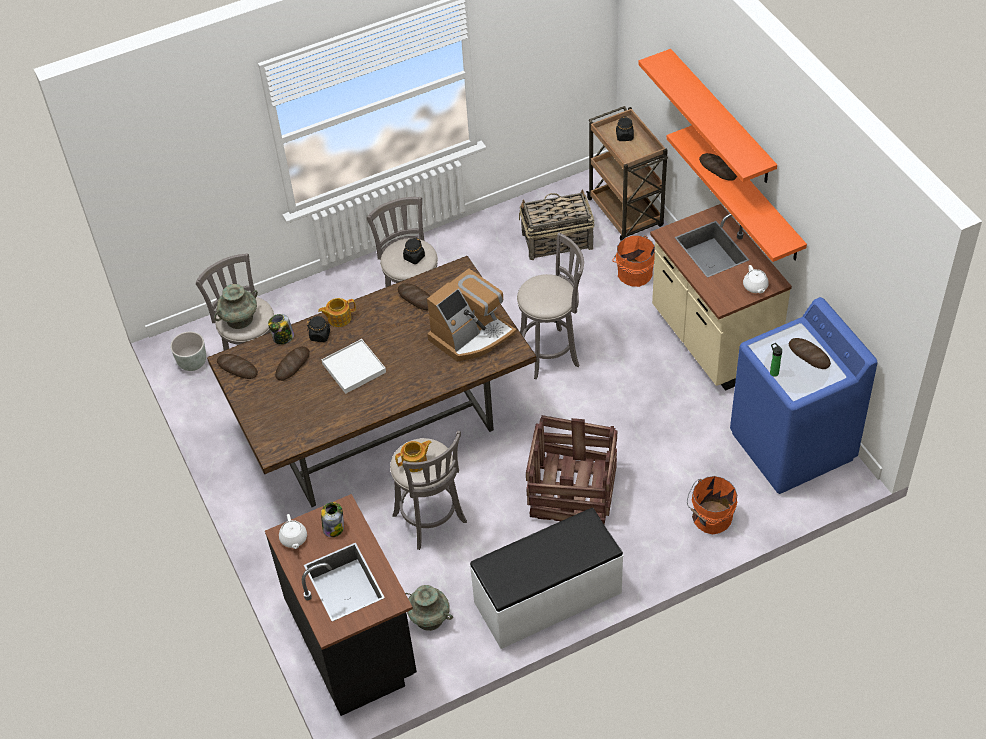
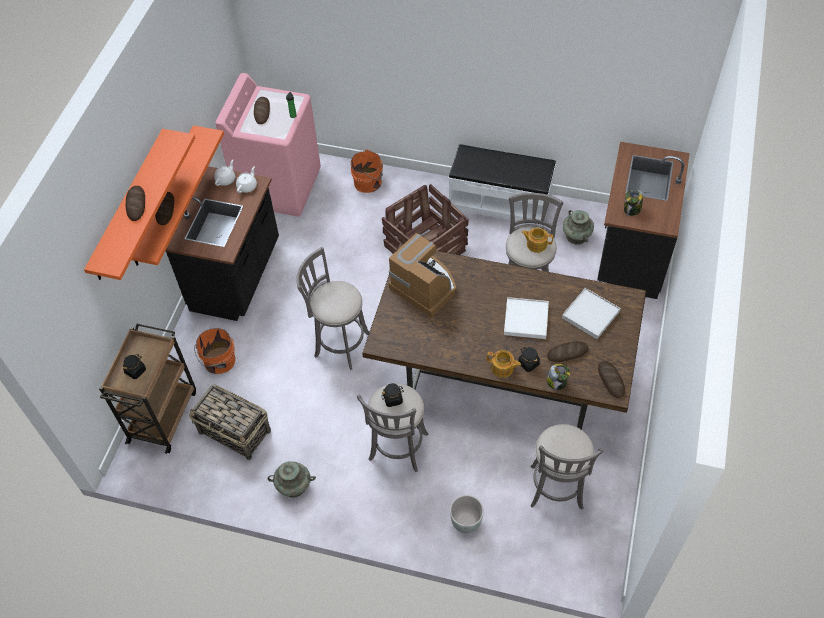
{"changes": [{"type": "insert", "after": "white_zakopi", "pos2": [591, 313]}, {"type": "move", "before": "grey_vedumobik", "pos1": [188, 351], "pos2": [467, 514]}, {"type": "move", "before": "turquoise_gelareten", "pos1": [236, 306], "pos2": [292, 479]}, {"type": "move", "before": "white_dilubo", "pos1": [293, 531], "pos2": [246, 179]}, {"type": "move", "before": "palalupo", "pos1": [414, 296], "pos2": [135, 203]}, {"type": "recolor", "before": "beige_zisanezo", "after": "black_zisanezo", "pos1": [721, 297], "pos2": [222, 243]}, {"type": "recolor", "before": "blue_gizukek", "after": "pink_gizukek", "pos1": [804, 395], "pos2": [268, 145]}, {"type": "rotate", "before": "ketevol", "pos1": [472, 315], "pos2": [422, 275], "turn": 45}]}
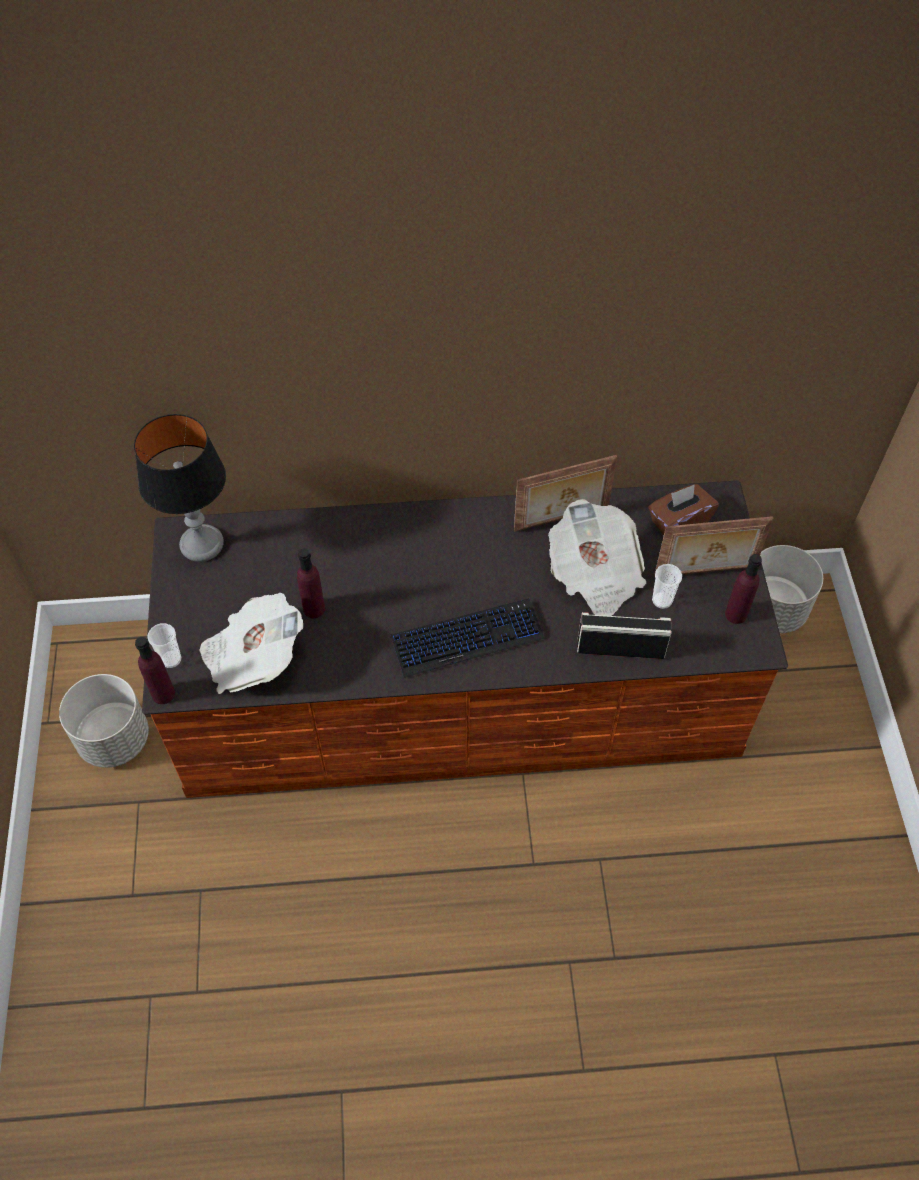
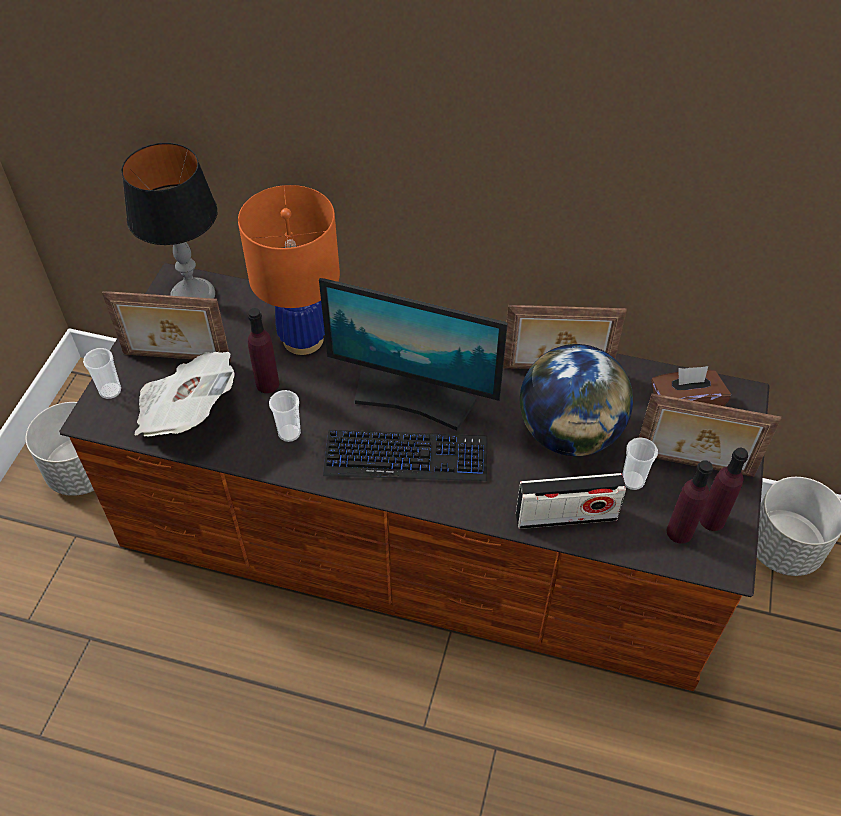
{"changes": [{"type": "insert", "after": "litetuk", "pos2": [166, 326]}, {"type": "insert", "after": "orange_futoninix", "pos2": [289, 270]}, {"type": "insert", "after": "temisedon", "pos2": [285, 416]}, {"type": "insert", "after": "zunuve", "pos2": [413, 354]}, {"type": "move", "before": "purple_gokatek", "pos1": [155, 670], "pos2": [690, 502]}, {"type": "replace", "before": "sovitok", "after": "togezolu", "pos1": [597, 557], "pos2": [576, 400]}, {"type": "rotate", "before": "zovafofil", "pos1": [624, 635], "pos2": [571, 501], "turn": 150}]}
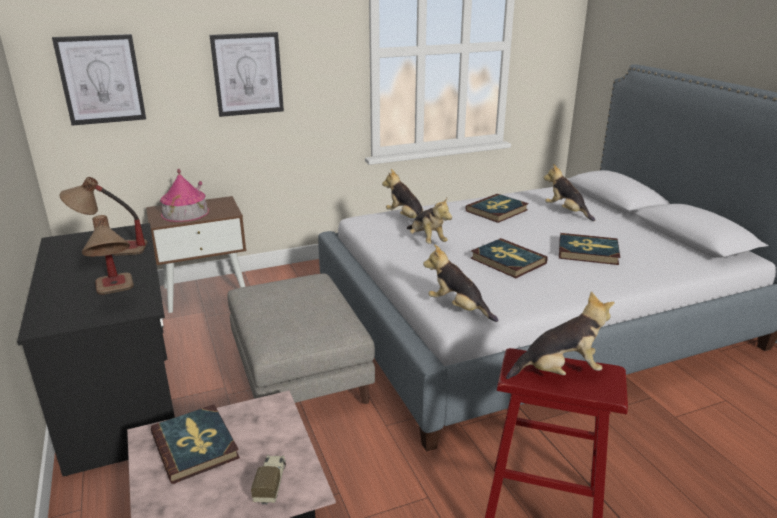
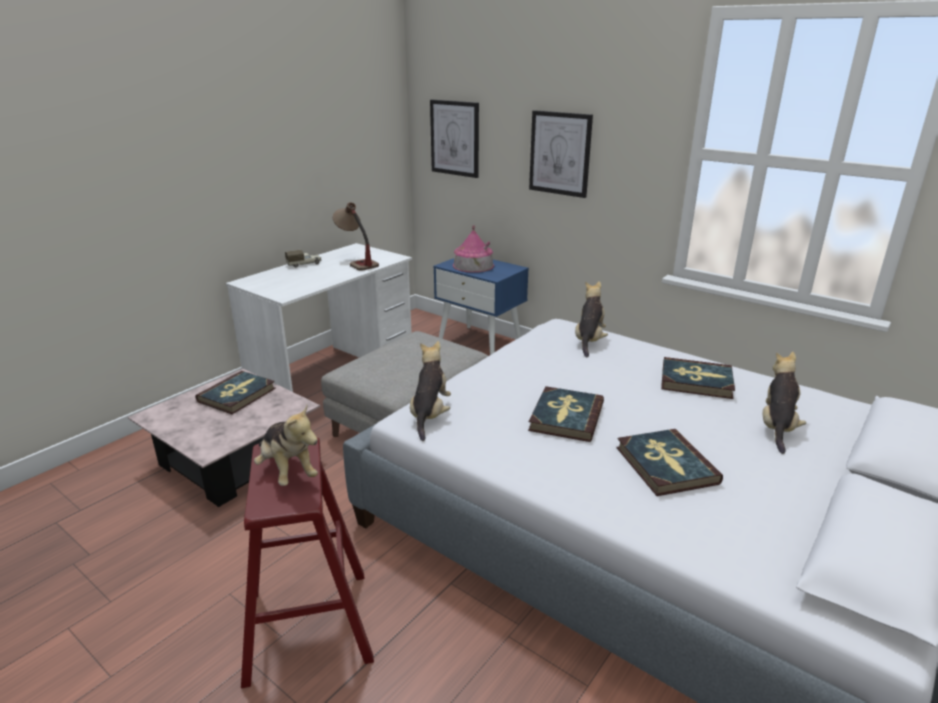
{"changes": [{"type": "delete", "before": "futoninix", "pos1": [108, 255]}, {"type": "delete", "before": "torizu", "pos1": [429, 221]}, {"type": "move", "before": "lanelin", "pos1": [268, 480], "pos2": [303, 258]}, {"type": "recolor", "before": "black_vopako", "after": "white_vopako", "pos1": [96, 349], "pos2": [319, 317]}, {"type": "recolor", "before": "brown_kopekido", "after": "blue_kopekido", "pos1": [196, 254], "pos2": [481, 306]}]}
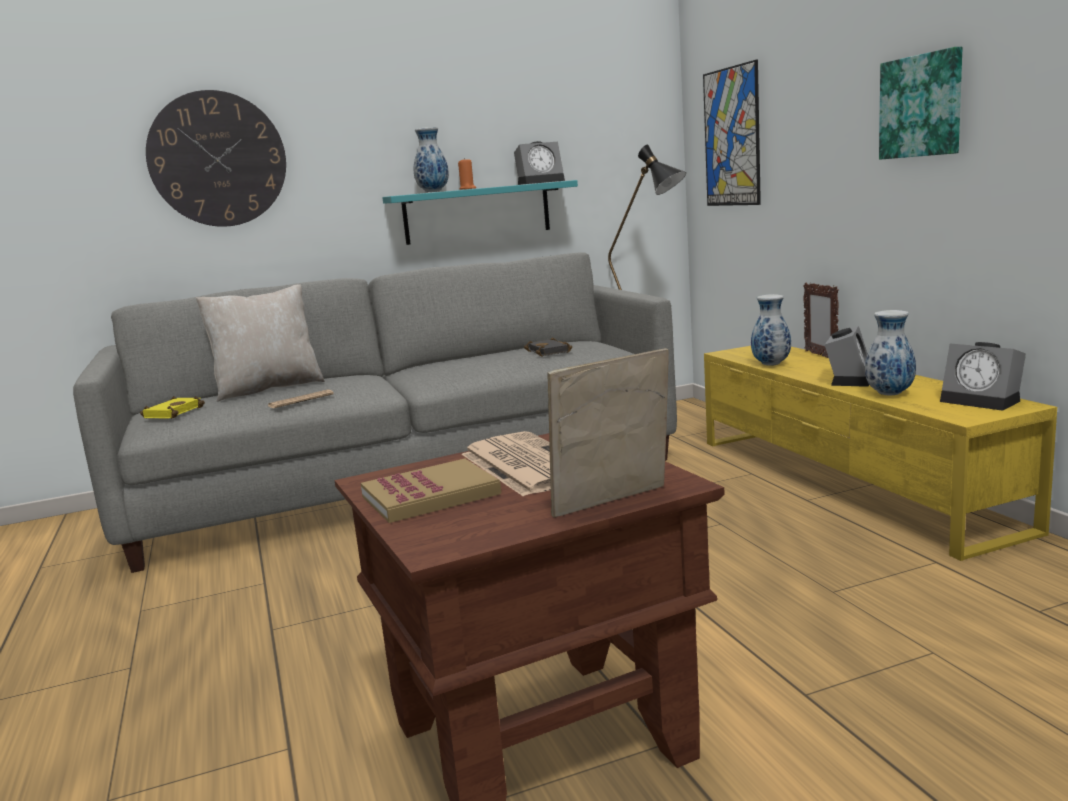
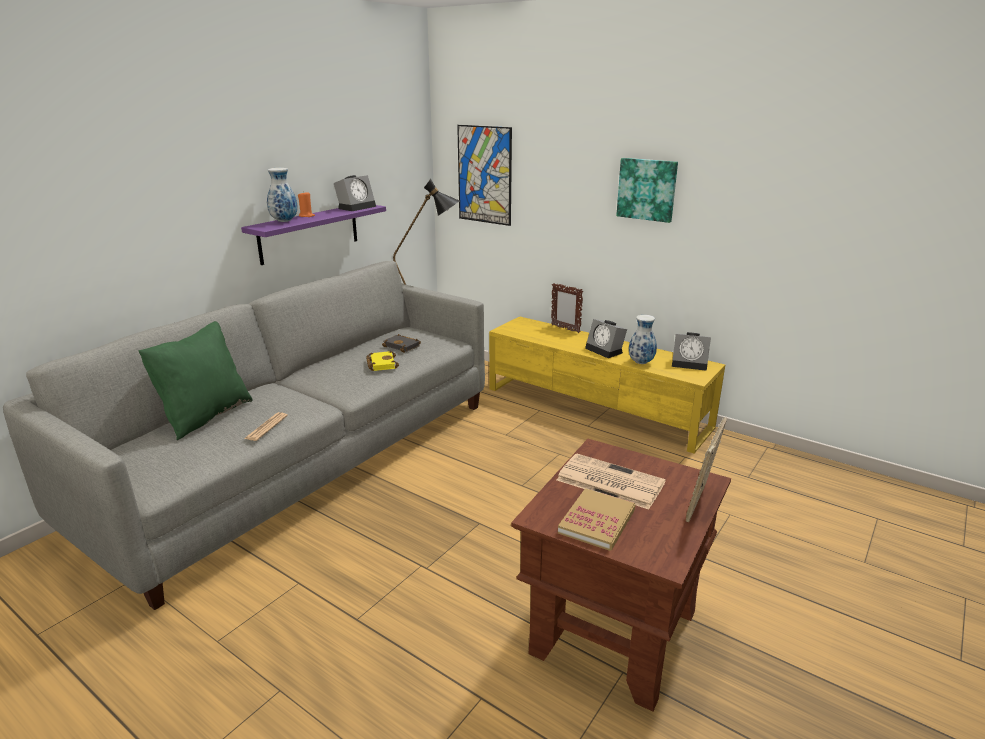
{"changes": [{"type": "delete", "before": "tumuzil", "pos1": [216, 158]}, {"type": "delete", "before": "gelareten", "pos1": [771, 330]}, {"type": "move", "before": "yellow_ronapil", "pos1": [172, 407], "pos2": [382, 361]}, {"type": "recolor", "before": "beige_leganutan", "after": "green_leganutan", "pos1": [260, 343], "pos2": [195, 380]}, {"type": "recolor", "before": "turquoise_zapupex", "after": "purple_zapupex", "pos1": [480, 212], "pos2": [313, 235]}, {"type": "rotate", "before": "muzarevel", "pos1": [847, 356], "pos2": [606, 338], "turn": 150}]}
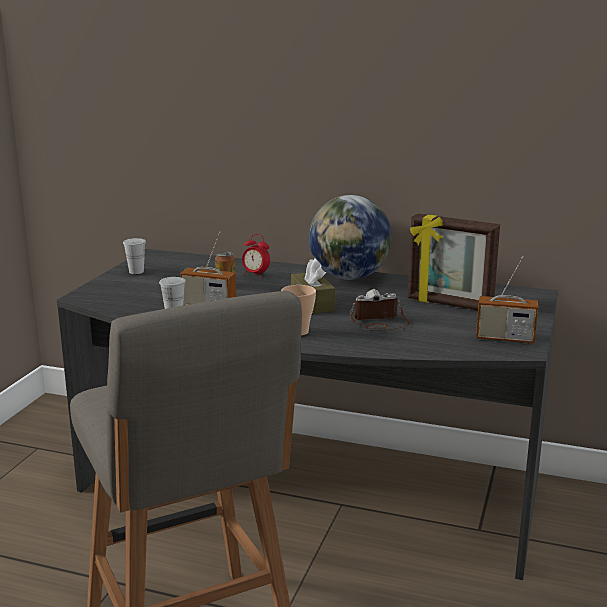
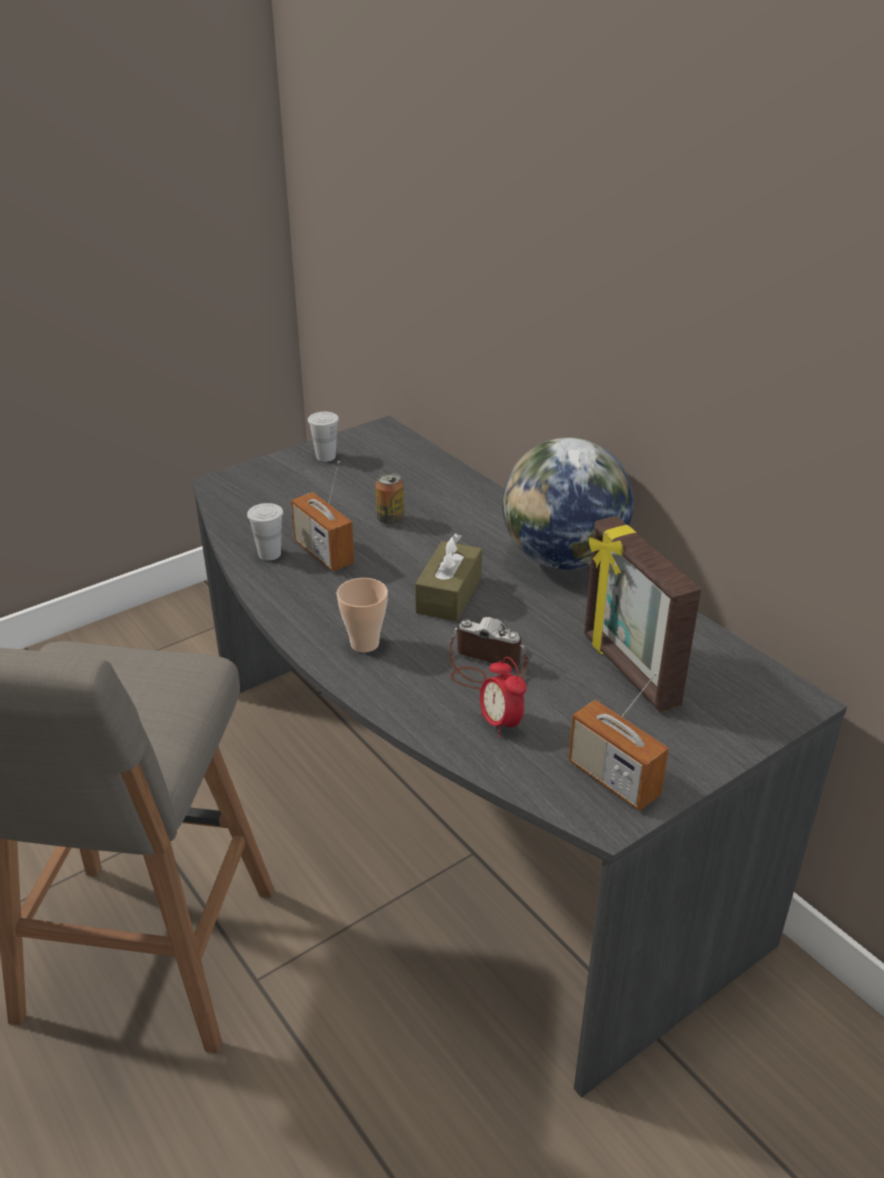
{"changes": [{"type": "move", "before": "muzarevel", "pos1": [256, 256], "pos2": [503, 697]}]}
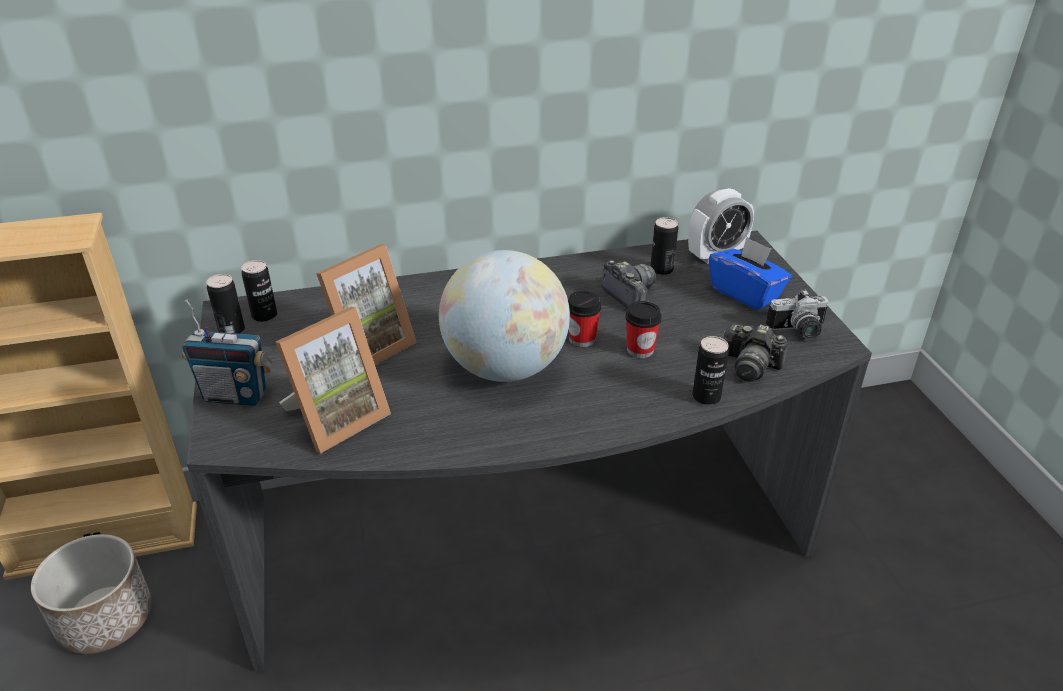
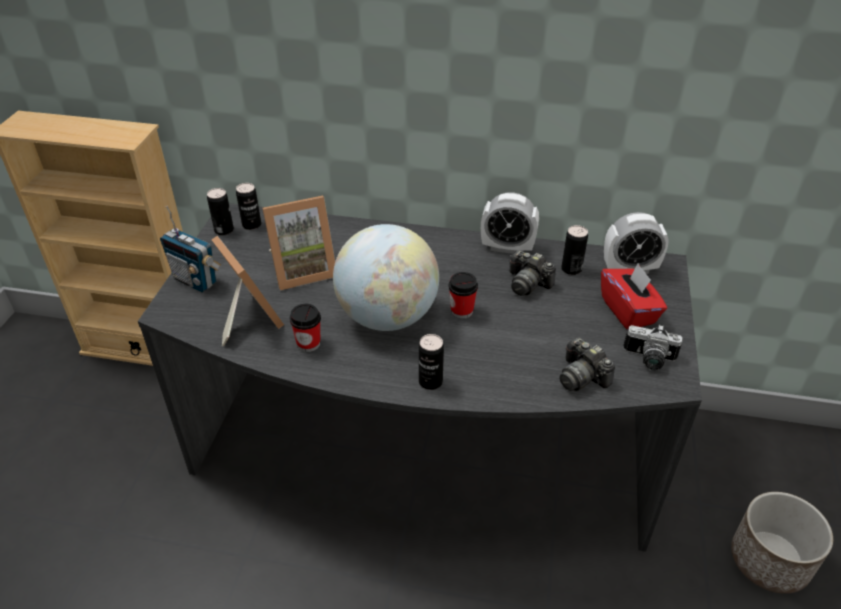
{"changes": [{"type": "insert", "after": "muzarevel", "pos2": [510, 223]}, {"type": "move", "before": "vedumobik", "pos1": [91, 594], "pos2": [782, 543]}, {"type": "move", "before": "temisedon", "pos1": [643, 329], "pos2": [305, 328]}, {"type": "move", "before": "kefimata", "pos1": [710, 370], "pos2": [431, 362]}, {"type": "recolor", "before": "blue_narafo", "after": "red_narafo", "pos1": [750, 273], "pos2": [634, 296]}, {"type": "rotate", "before": "litetuk", "pos1": [333, 380], "pos2": [248, 291], "turn": -105}, {"type": "rotate", "before": "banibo", "pos1": [628, 284], "pos2": [532, 273], "turn": 135}]}
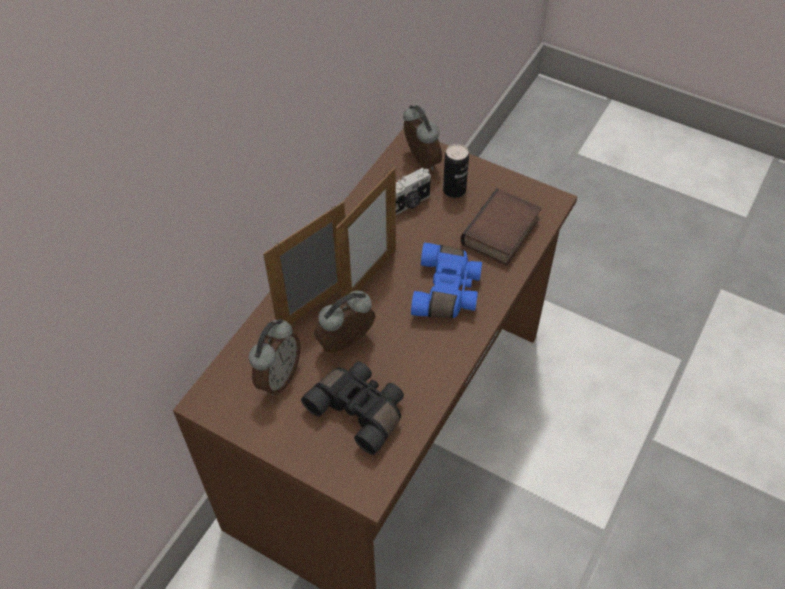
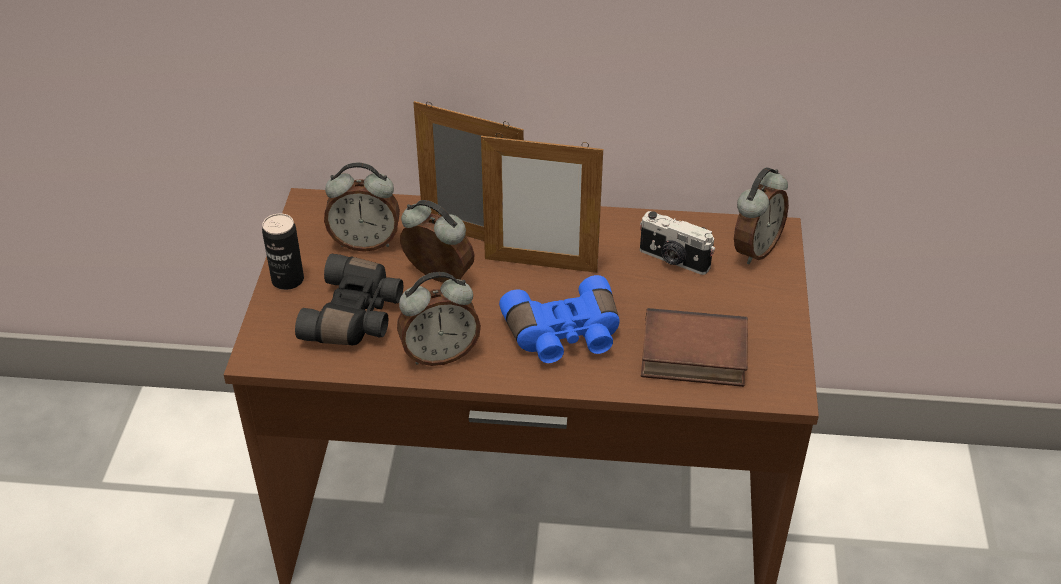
{"changes": [{"type": "insert", "after": "muzarevel", "pos2": [439, 319]}, {"type": "move", "before": "kefimata", "pos1": [456, 171], "pos2": [283, 251]}]}
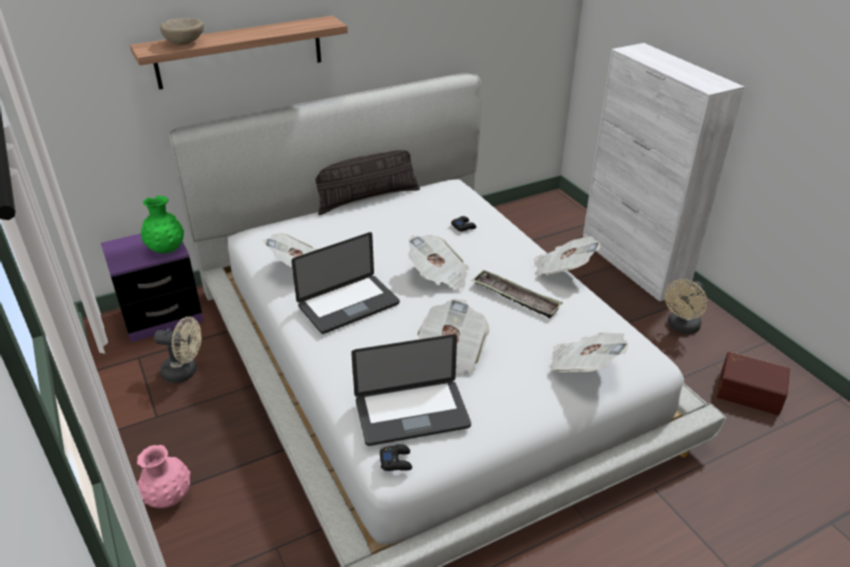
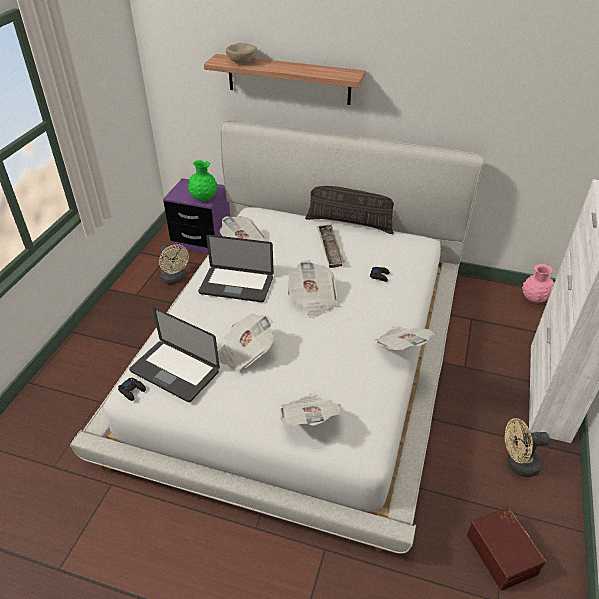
{"changes": [{"type": "move", "before": "pink_gelareten", "pos1": [164, 476], "pos2": [538, 283]}, {"type": "move", "before": "zakopi", "pos1": [517, 294], "pos2": [331, 246]}]}
